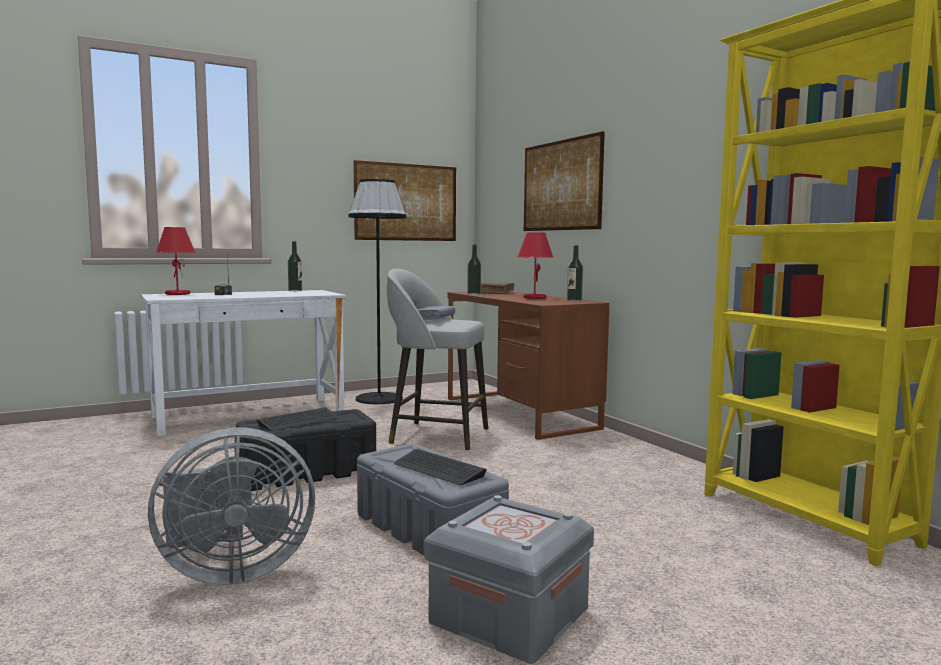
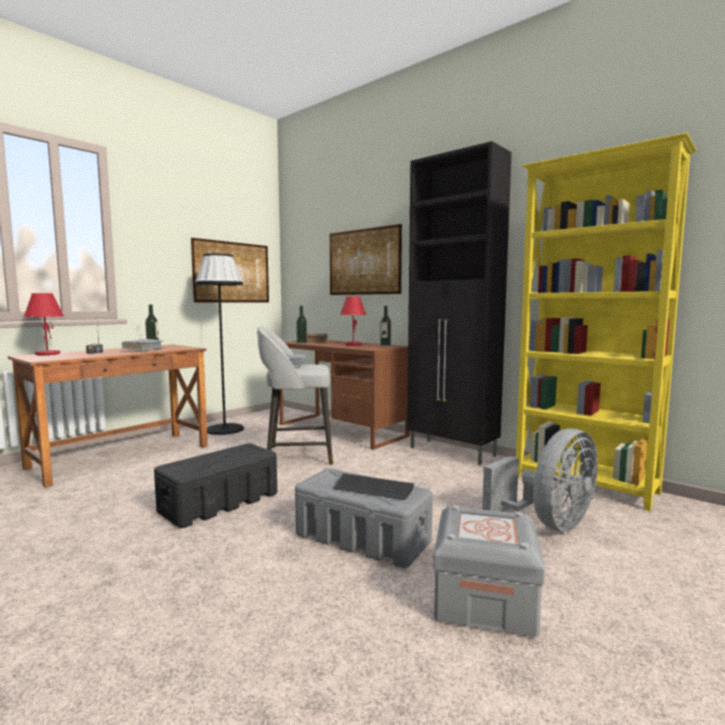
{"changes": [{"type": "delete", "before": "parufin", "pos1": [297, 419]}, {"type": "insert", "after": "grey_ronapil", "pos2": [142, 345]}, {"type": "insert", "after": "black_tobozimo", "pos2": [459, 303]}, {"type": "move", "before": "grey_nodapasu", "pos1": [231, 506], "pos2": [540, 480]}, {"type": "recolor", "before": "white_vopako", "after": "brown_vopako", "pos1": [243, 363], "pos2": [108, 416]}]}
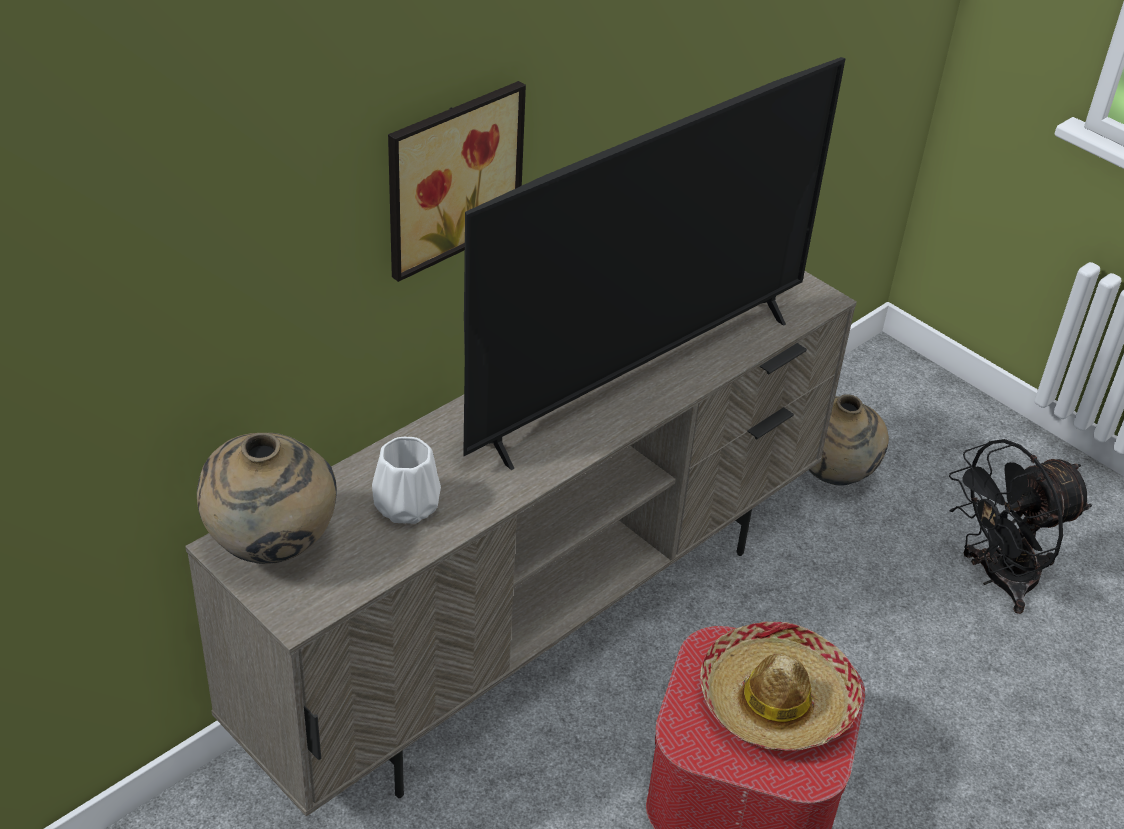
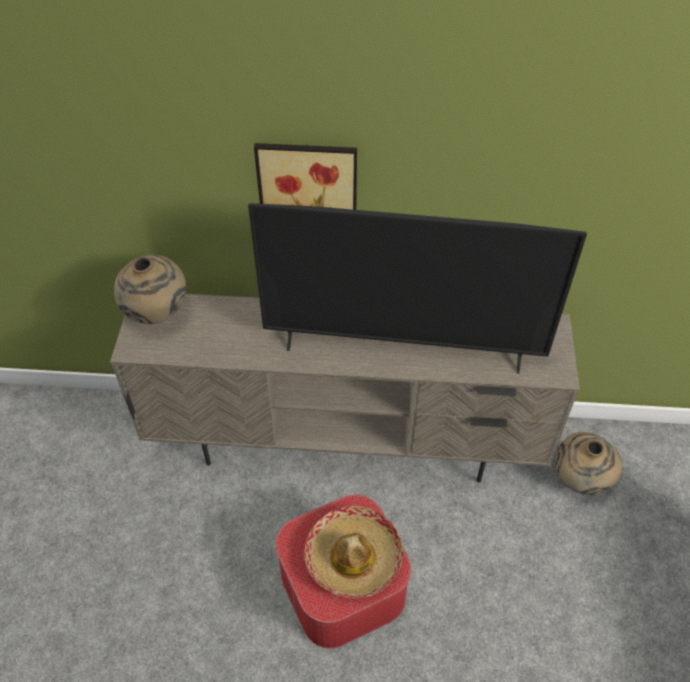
{"changes": [{"type": "delete", "before": "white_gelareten", "pos1": [406, 480]}, {"type": "delete", "before": "black_nodapasu", "pos1": [1020, 526]}]}
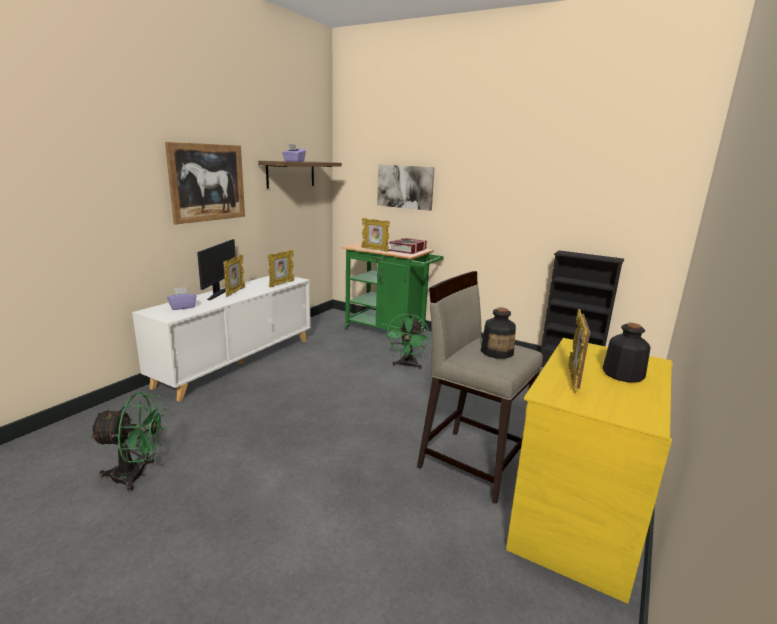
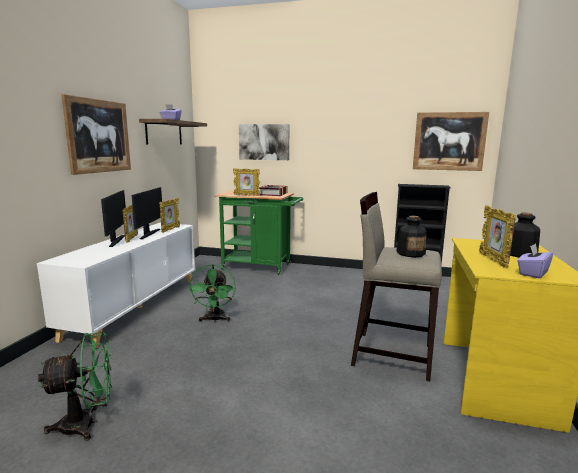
{"changes": [{"type": "insert", "after": "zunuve", "pos2": [147, 213]}, {"type": "insert", "after": "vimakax", "pos2": [451, 141]}, {"type": "move", "before": "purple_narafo", "pos1": [181, 298], "pos2": [535, 260]}, {"type": "move", "before": "green_nodapasu", "pos1": [408, 341], "pos2": [212, 293]}]}
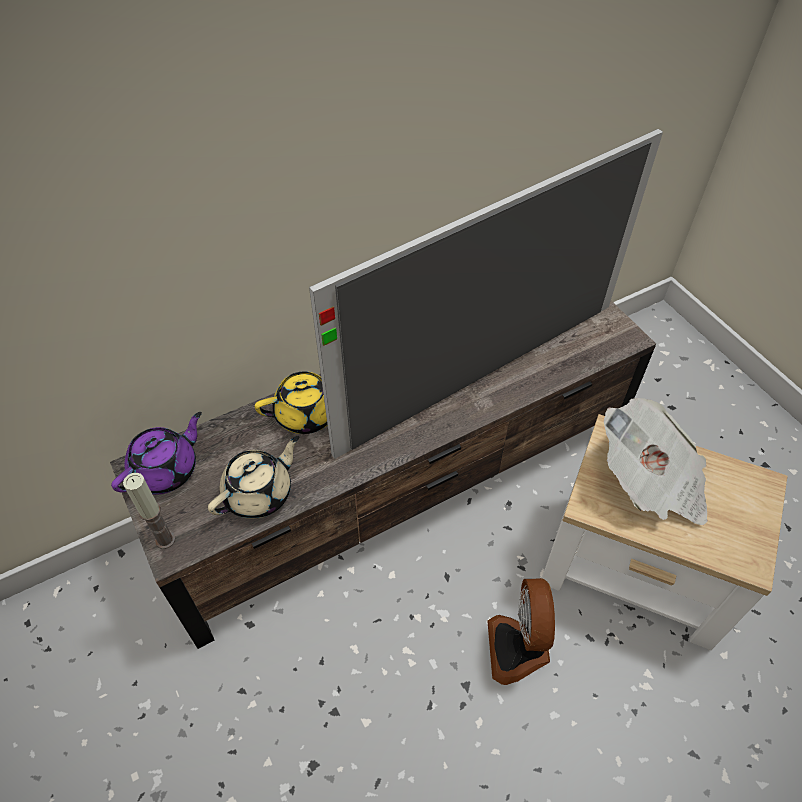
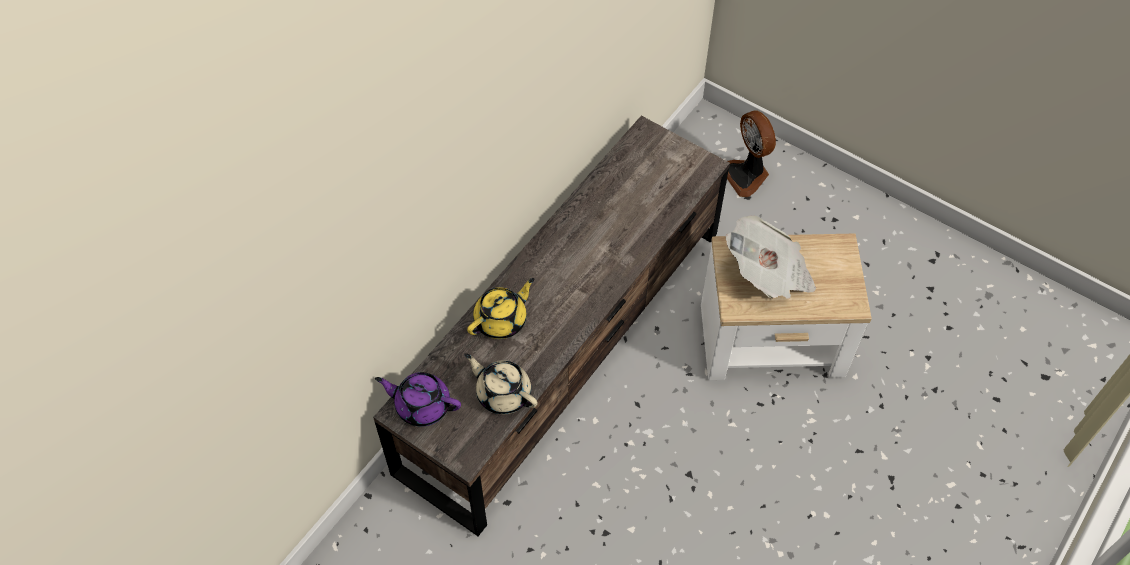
{"changes": [{"type": "delete", "before": "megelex", "pos1": [149, 511]}, {"type": "delete", "before": "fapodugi", "pos1": [486, 294]}, {"type": "move", "before": "nodapasu", "pos1": [521, 631], "pos2": [751, 153]}, {"type": "rotate", "before": "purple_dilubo", "pos1": [156, 453], "pos2": [418, 399], "turn": -90}, {"type": "rotate", "before": "beige_dilubo", "pos1": [253, 477], "pos2": [501, 383], "turn": -75}]}
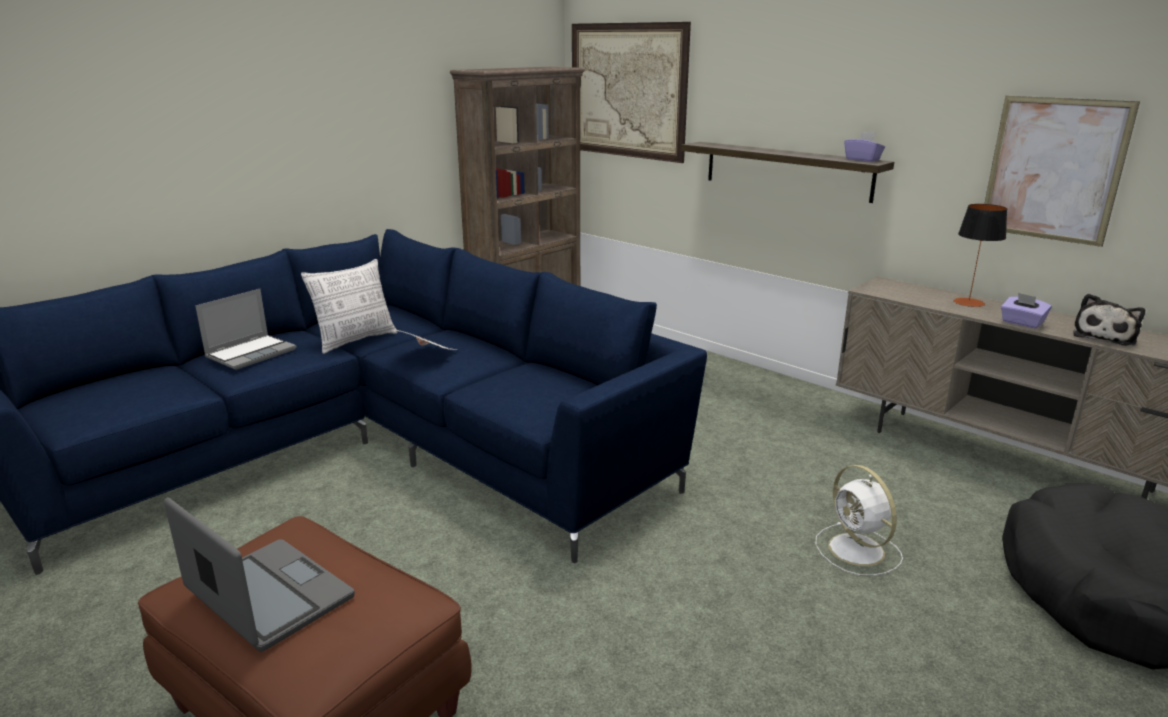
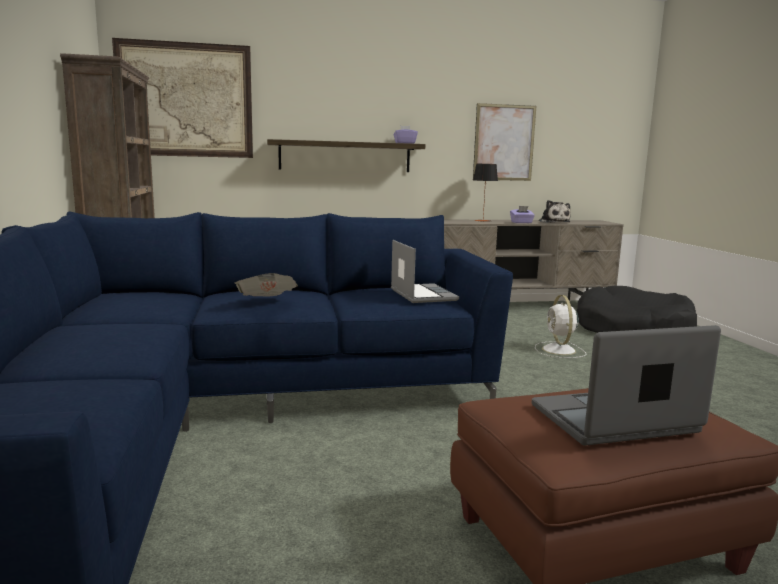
{"changes": [{"type": "delete", "before": "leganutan", "pos1": [349, 306]}, {"type": "move", "before": "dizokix", "pos1": [246, 329], "pos2": [425, 271]}, {"type": "rotate", "before": "white_nodapasu", "pos1": [859, 520], "pos2": [560, 326], "turn": 75}]}
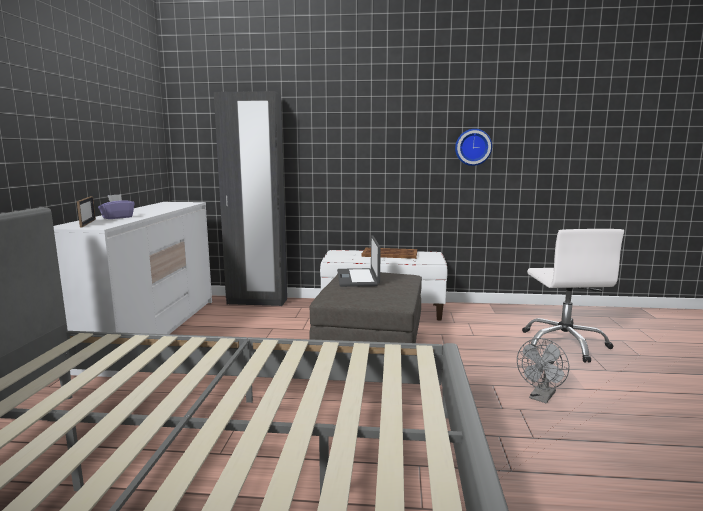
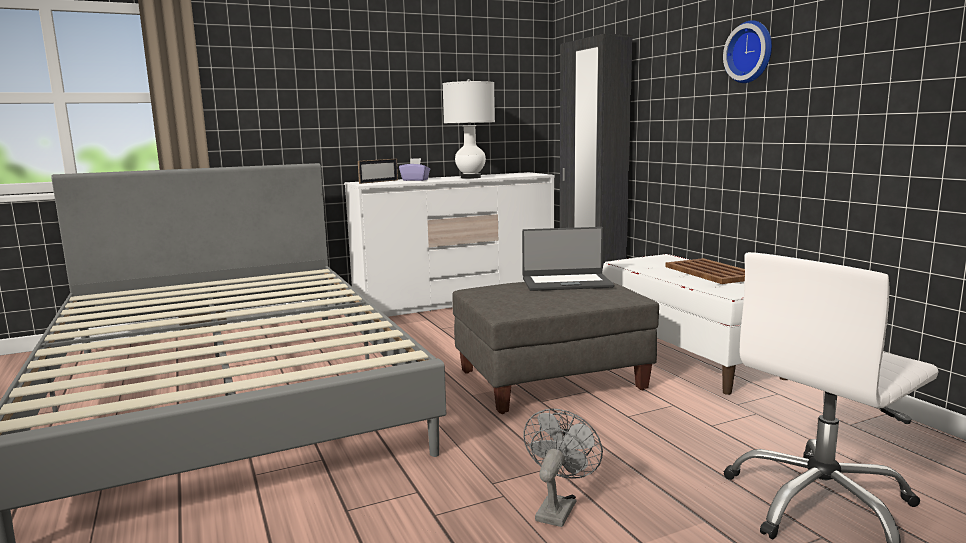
{"changes": [{"type": "insert", "after": "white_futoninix", "pos2": [469, 129]}, {"type": "move", "before": "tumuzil", "pos1": [473, 147], "pos2": [747, 51]}, {"type": "rotate", "before": "dizokix", "pos1": [359, 261], "pos2": [568, 259], "turn": -150}, {"type": "rotate", "before": "grey_nodapasu", "pos1": [543, 370], "pos2": [563, 468], "turn": 105}]}
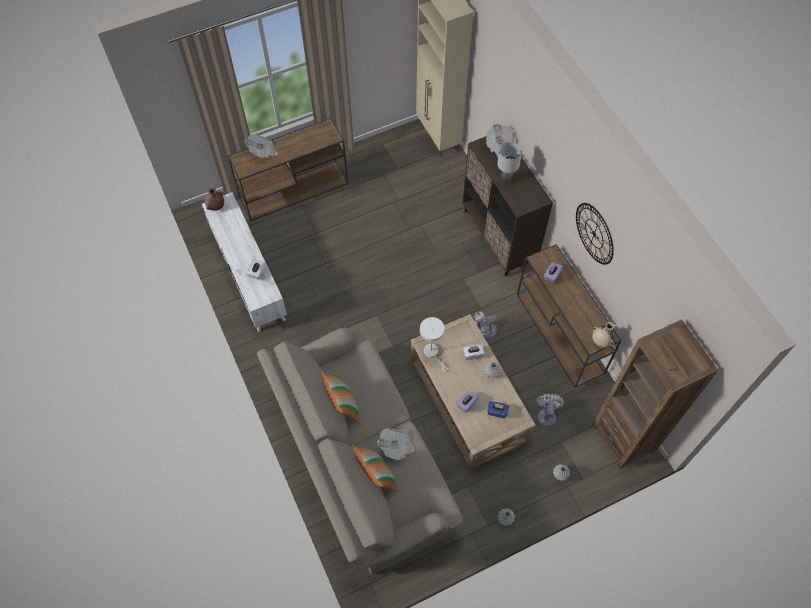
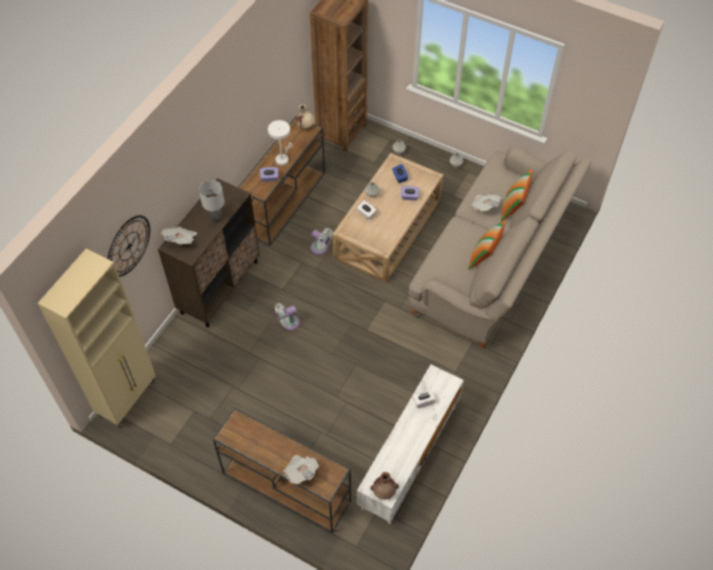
{"changes": [{"type": "move", "before": "white_futoninix", "pos1": [433, 344], "pos2": [280, 142]}, {"type": "move", "before": "white_nodapasu", "pos1": [550, 410], "pos2": [287, 317]}, {"type": "move", "before": "tumuzil", "pos1": [595, 234], "pos2": [129, 246]}]}
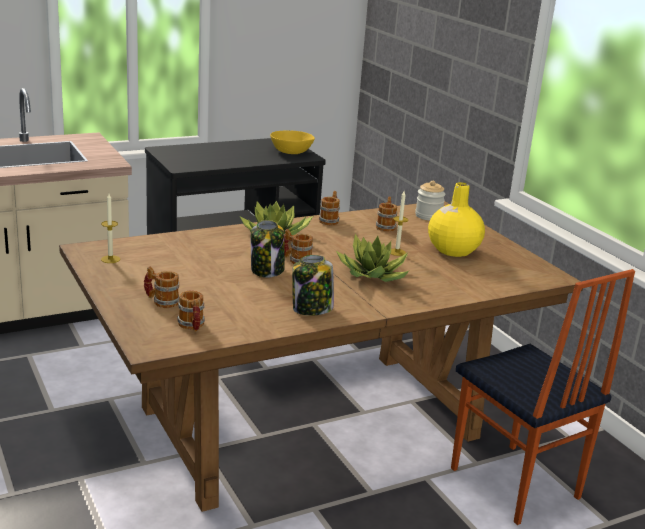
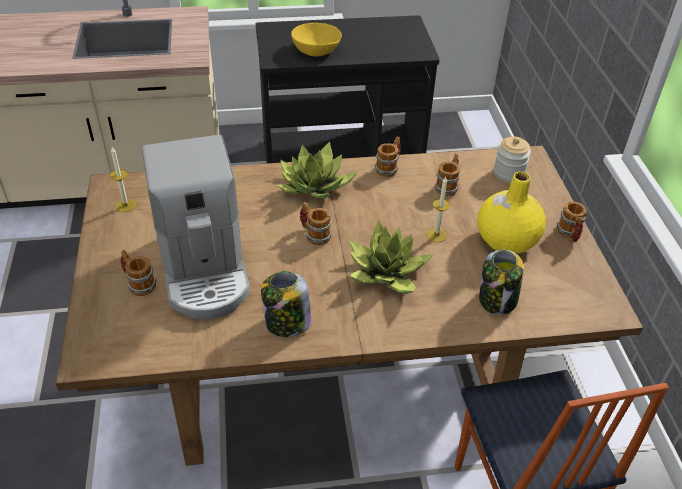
{"changes": [{"type": "insert", "after": "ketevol", "pos2": [196, 227]}, {"type": "move", "before": "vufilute", "pos1": [191, 311], "pos2": [572, 222]}, {"type": "move", "before": "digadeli", "pos1": [268, 248], "pos2": [501, 282]}, {"type": "move", "before": "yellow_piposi", "pos1": [292, 142], "pos2": [316, 39]}]}
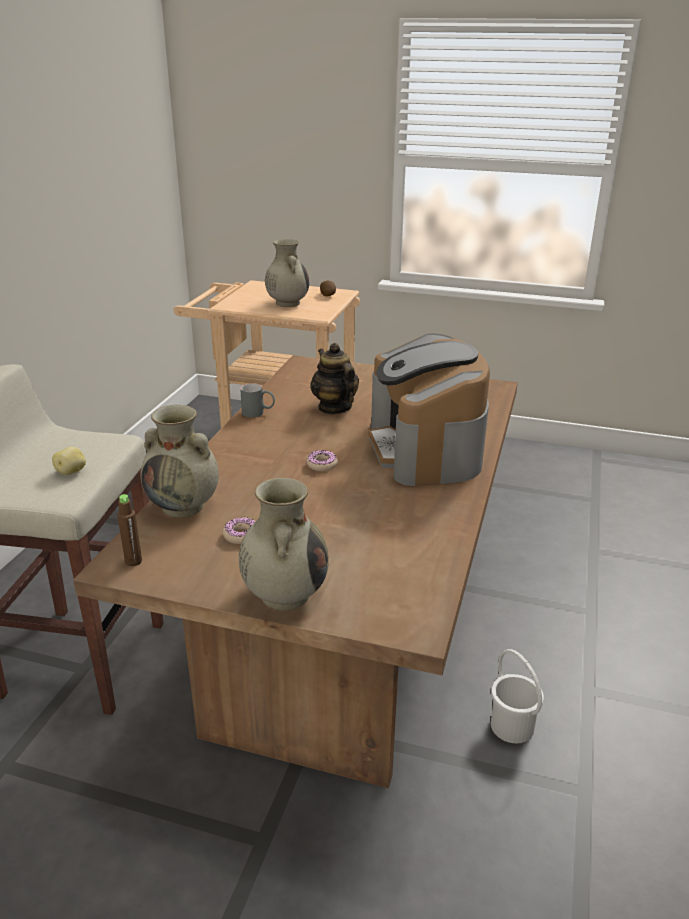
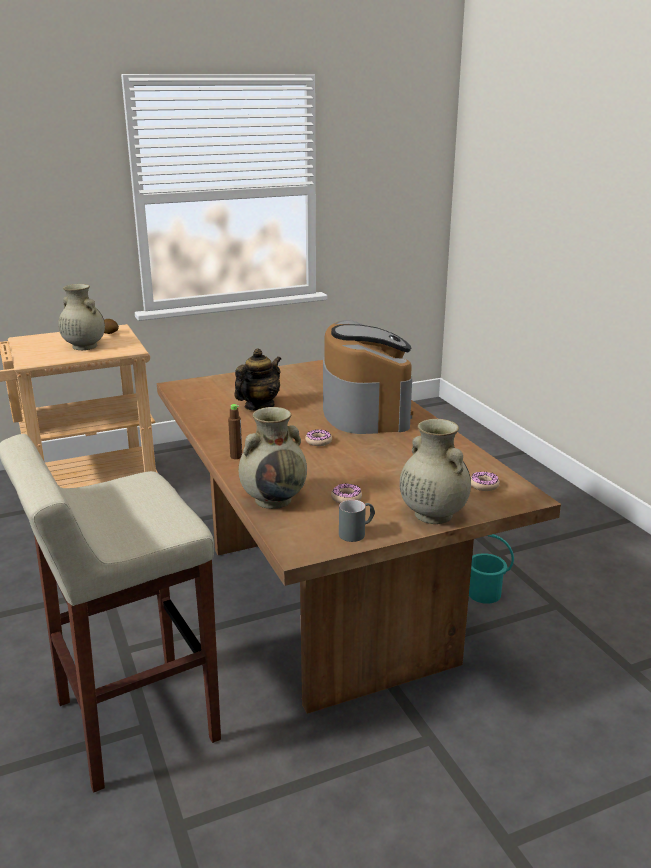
{"changes": [{"type": "delete", "before": "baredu", "pos1": [69, 461]}, {"type": "insert", "after": "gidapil", "pos2": [485, 481]}, {"type": "move", "before": "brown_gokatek", "pos1": [129, 530], "pos2": [235, 431]}, {"type": "move", "before": "grey_vufilute", "pos1": [257, 400], "pos2": [357, 521]}, {"type": "recolor", "before": "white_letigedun", "after": "turquoise_letigedun", "pos1": [517, 696], "pos2": [491, 569]}, {"type": "rotate", "before": "dilubo", "pos1": [334, 378], "pos2": [257, 379], "turn": 105}, {"type": "rotate", "before": "ketevol", "pos1": [429, 409], "pos2": [368, 377], "turn": -135}]}
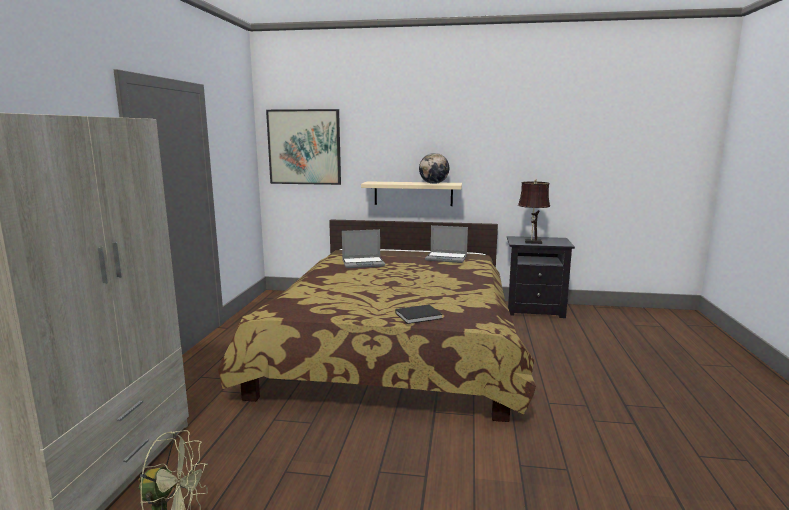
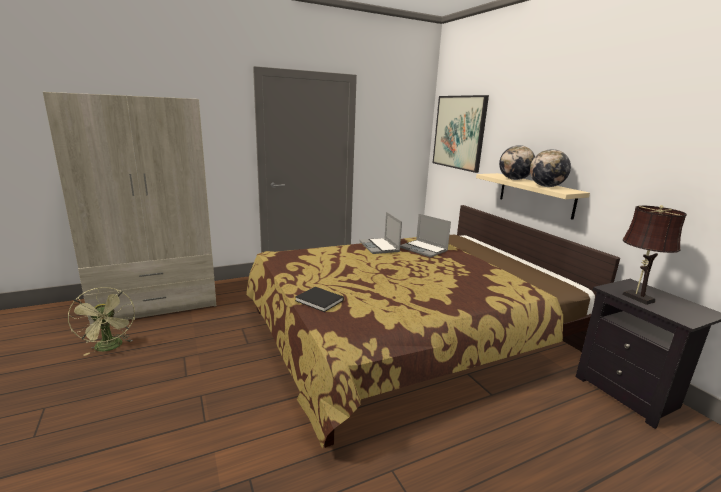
{"changes": [{"type": "insert", "after": "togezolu", "pos2": [517, 162]}, {"type": "move", "before": "dizokix", "pos1": [446, 244], "pos2": [381, 233]}]}
